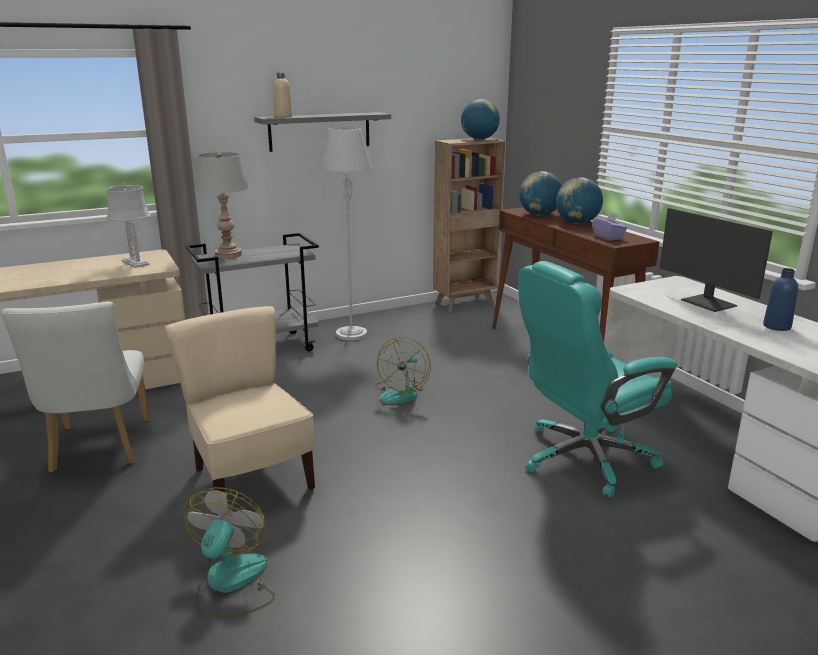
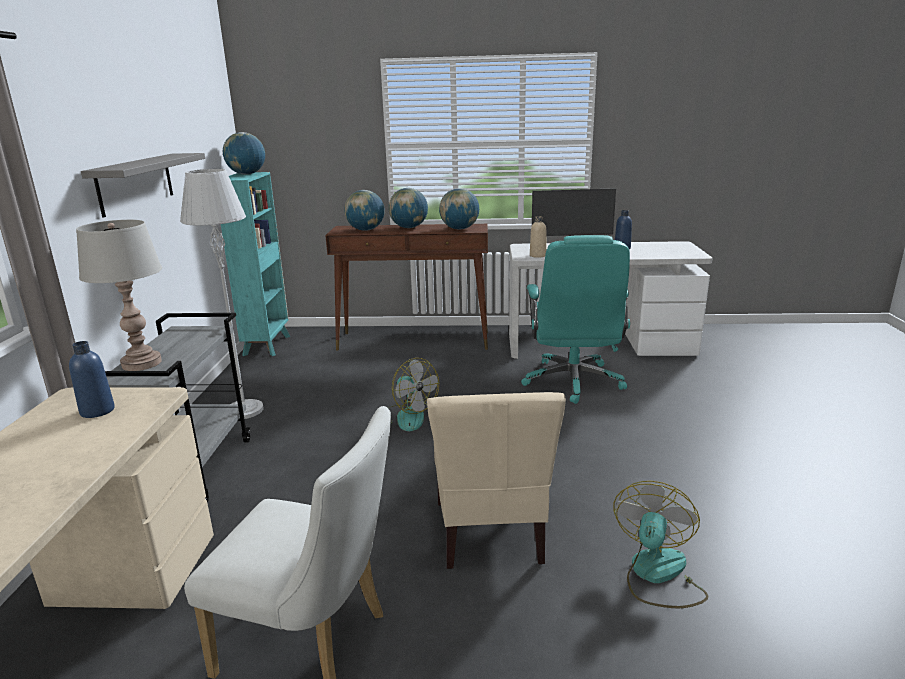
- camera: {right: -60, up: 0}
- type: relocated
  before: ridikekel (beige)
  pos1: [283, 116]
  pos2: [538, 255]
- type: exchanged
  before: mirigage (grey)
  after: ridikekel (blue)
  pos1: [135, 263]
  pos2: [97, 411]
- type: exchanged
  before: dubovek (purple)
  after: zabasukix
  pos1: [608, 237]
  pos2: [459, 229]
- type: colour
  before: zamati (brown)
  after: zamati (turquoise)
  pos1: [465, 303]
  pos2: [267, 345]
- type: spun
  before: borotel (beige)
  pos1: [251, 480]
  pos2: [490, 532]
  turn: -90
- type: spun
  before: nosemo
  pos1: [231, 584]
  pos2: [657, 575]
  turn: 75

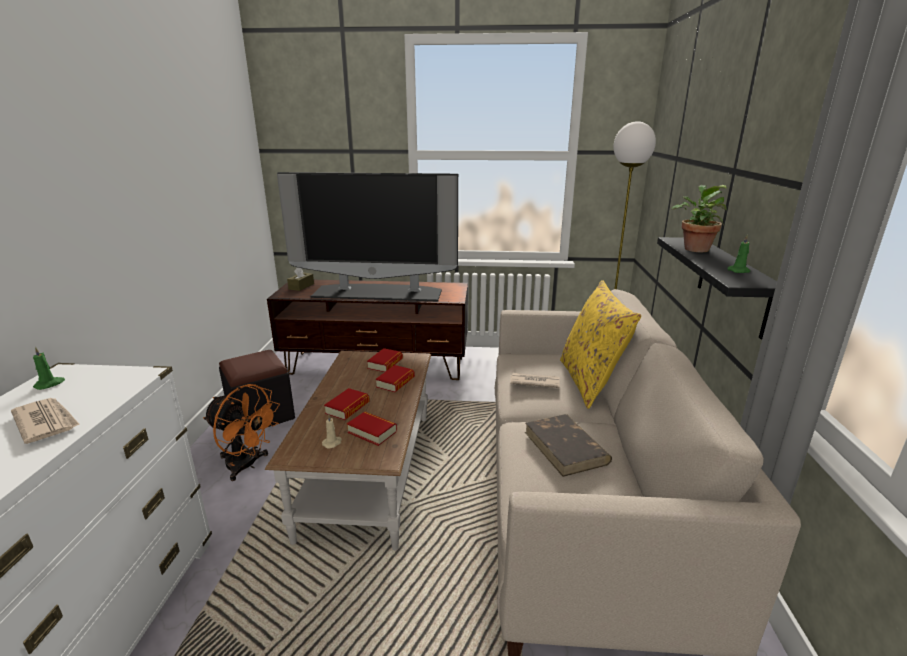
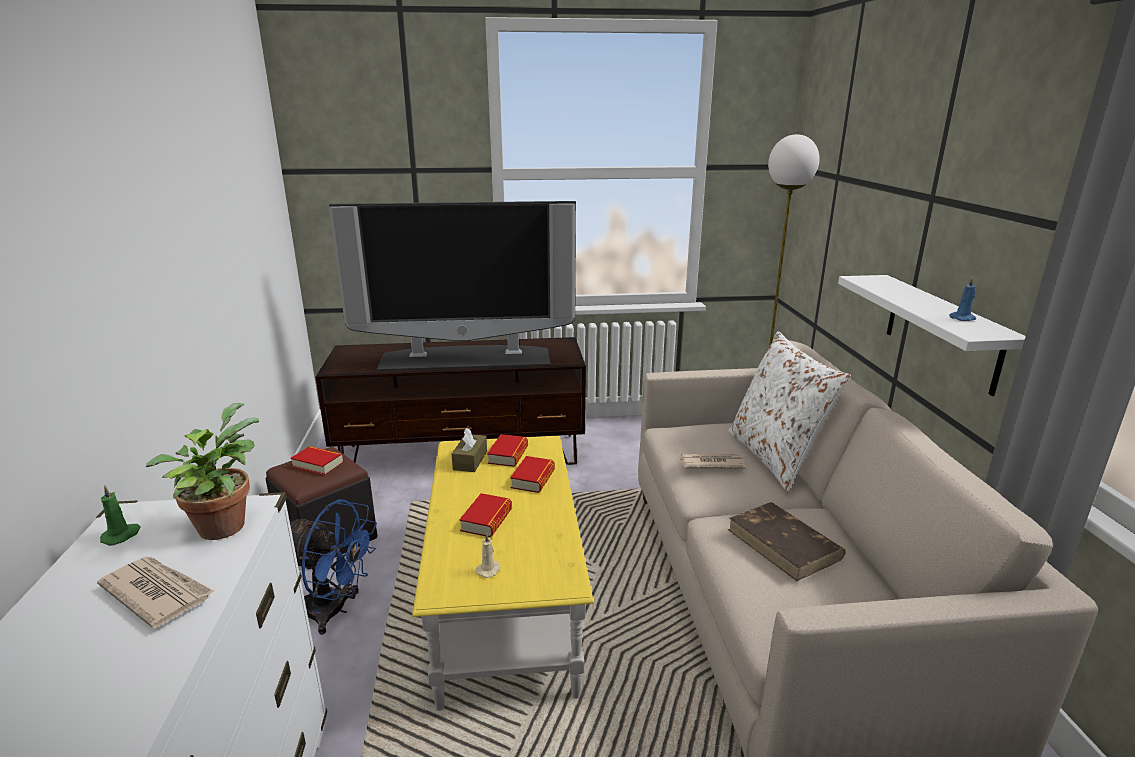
- camera: {right: -10, up: 0}
- type: relocated
  before: dubovek (brown)
  pos1: [301, 286]
  pos2: [470, 460]
- type: relocated
  before: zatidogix
  pos1: [372, 432]
  pos2: [318, 465]
- type: relocated
  before: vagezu
  pos1: [694, 248]
  pos2: [223, 524]
- type: colour
  before: nosemo (orange)
  after: nosemo (blue)
  pos1: [247, 465]
  pos2: [335, 610]
- type: colour
  before: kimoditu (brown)
  after: kimoditu (yellow)
  pos1: [369, 472]
  pos2: [505, 599]
- type: colour
  before: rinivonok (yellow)
  after: rinivonok (white)
  pos1: [590, 382]
  pos2: [775, 457]
- type: colour
  before: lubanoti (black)
  after: lubanoti (white)
  pos1: [732, 284]
  pos2: [941, 332]
- type: colour
  before: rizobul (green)
  after: rizobul (blue)
  pos1: [739, 271]
  pos2: [963, 318]

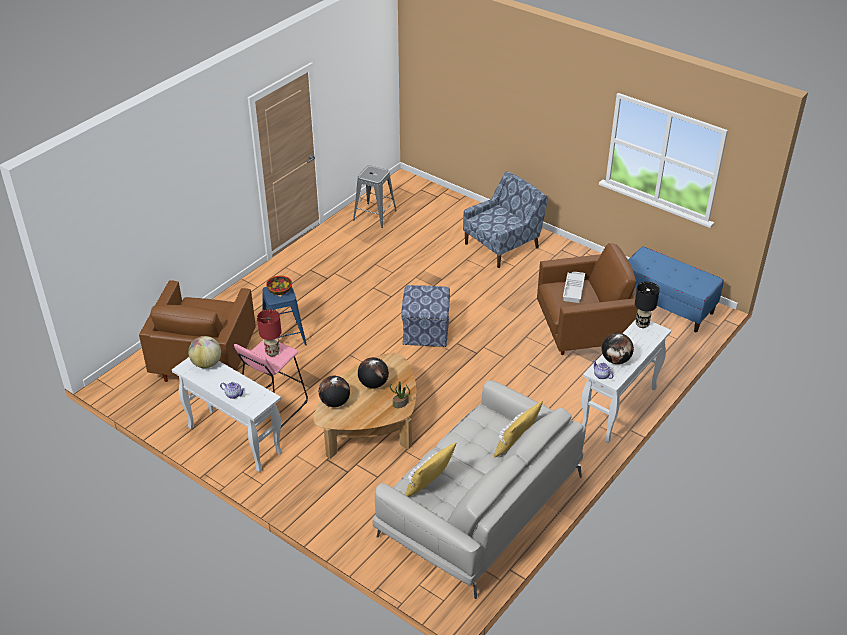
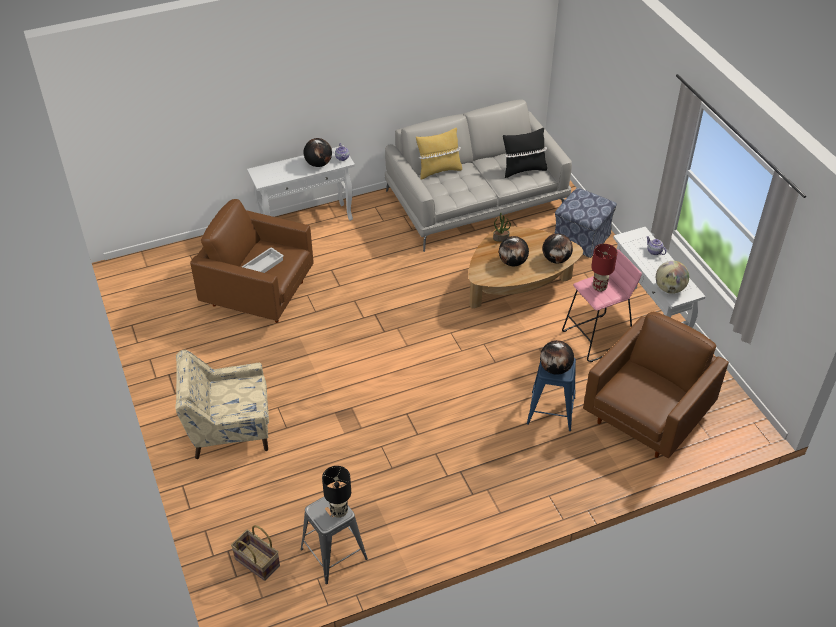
- camera: {right: -150, up: 5}
- type: missing
  before: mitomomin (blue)
  pos1: [666, 305]
- type: appeared
  after: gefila
  pos2: [256, 562]
- type: relocated
  before: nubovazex
  pos1: [425, 331]
  pos2: [581, 238]
- type: relocated
  before: mirigage (black)
  pos1: [642, 324]
  pos2: [339, 511]
- type: exchanged
  before: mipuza
  after: zabasukix
  pos1: [279, 291]
  pos2: [555, 369]
- type: colour
  before: rinivonok (yellow)
  after: rinivonok (black)
  pos1: [430, 487]
  pos2: [523, 170]
- type: colour
  before: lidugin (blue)
  after: lidugin (beige)
  pos1: [503, 245]
  pos2: [229, 428]

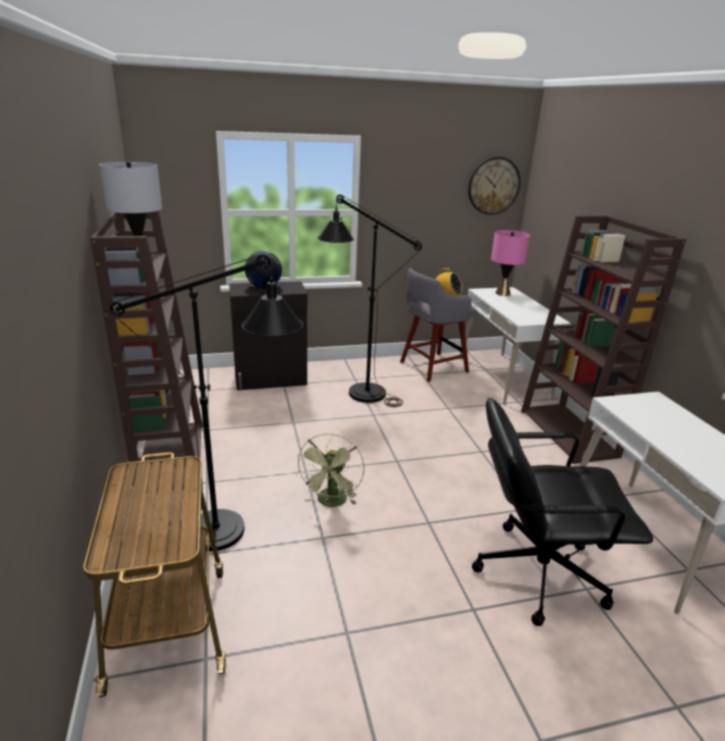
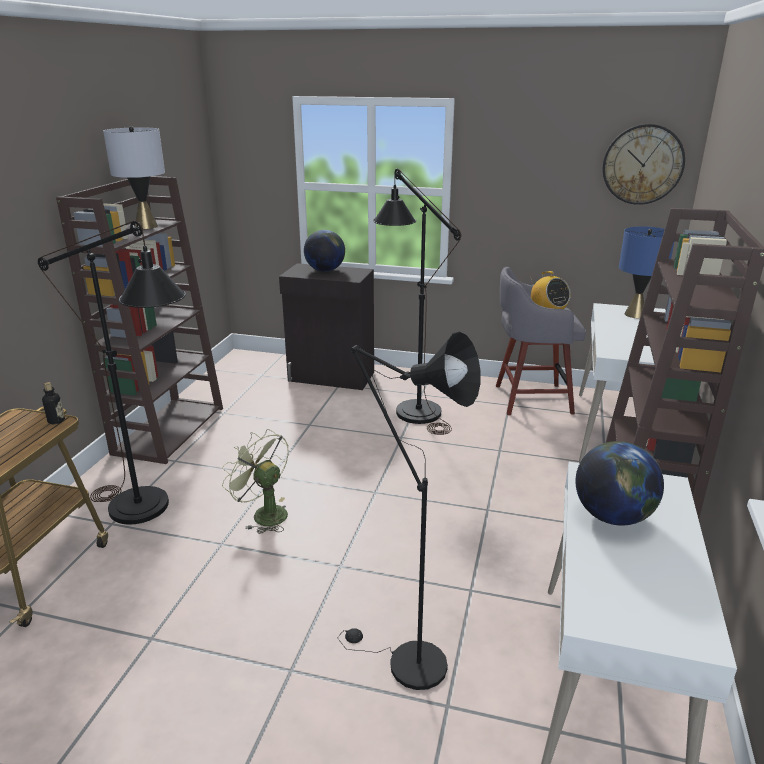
- camera: {right: 30, up: 0}
- type: appeared
  after: ridikekel
  pos2: [56, 421]
- type: appeared
  after: zabasukix
  pos2: [612, 516]
- type: exchanged
  before: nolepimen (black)
  after: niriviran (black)
  pos1: [537, 571]
  pos2: [406, 662]
- type: colour
  before: mirigage (pink)
  after: mirigage (blue)
  pos1: [502, 293]
  pos2: [635, 314]
- type: spun
  before: nosemo (green)
  pos1: [331, 503]
  pos2: [263, 514]
  turn: 90

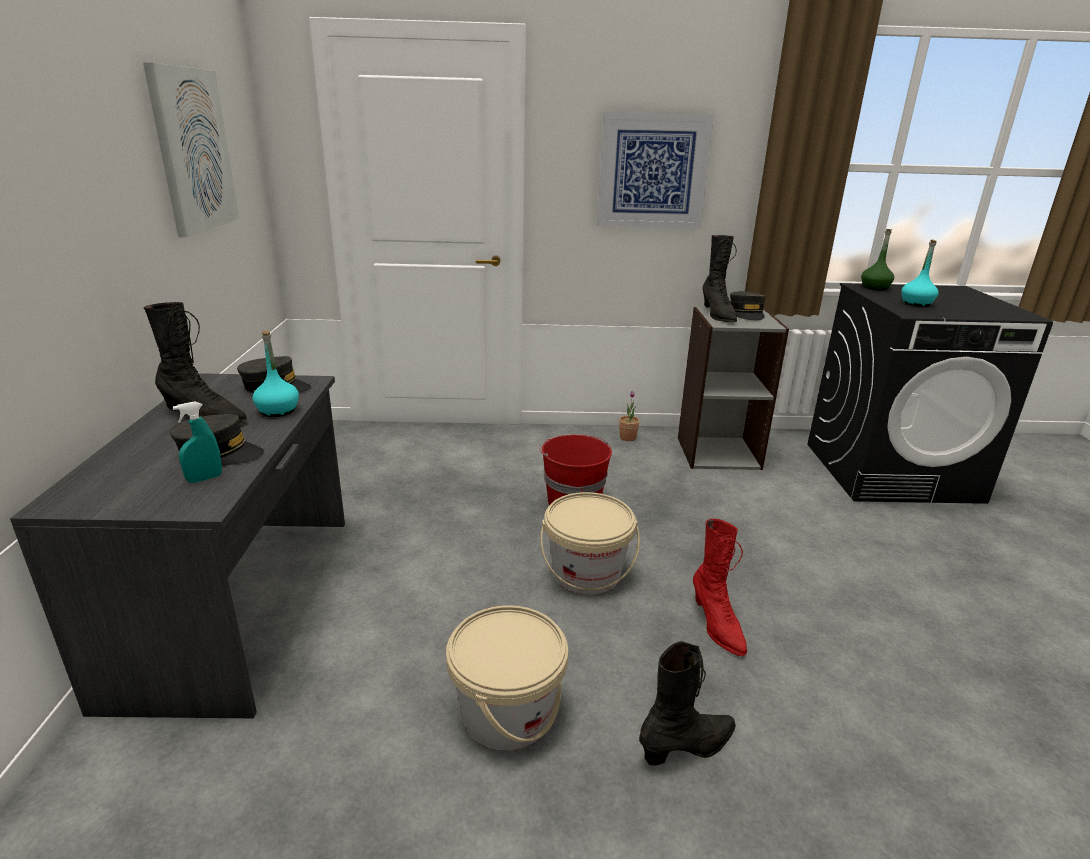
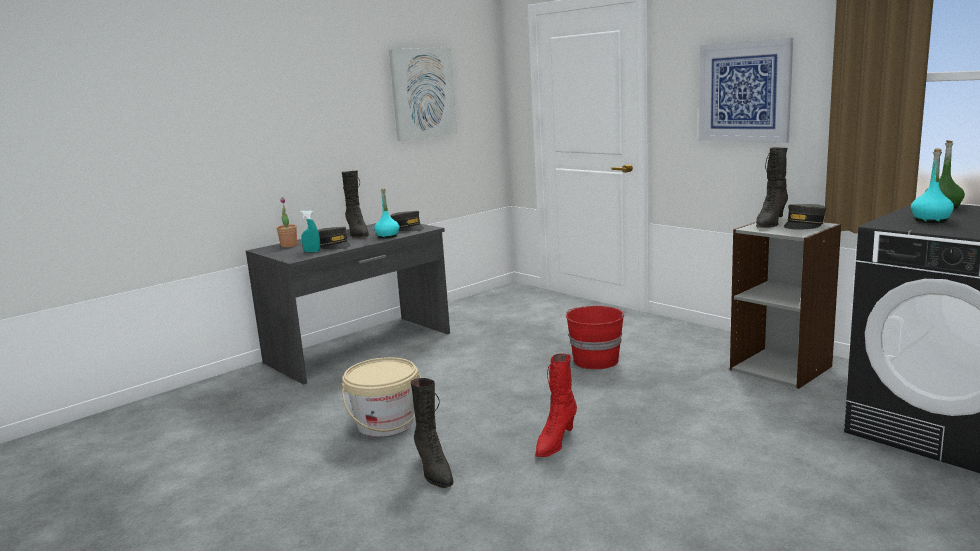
- camera: {right: 50, up: -10}
- type: missing
  before: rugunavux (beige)
  pos1: [586, 573]
- type: relocated
  before: vagezu
  pos1: [627, 438]
  pos2: [289, 245]
- type: spun
  before: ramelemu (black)
  pos1: [688, 747]
  pos2: [434, 471]
  turn: 45

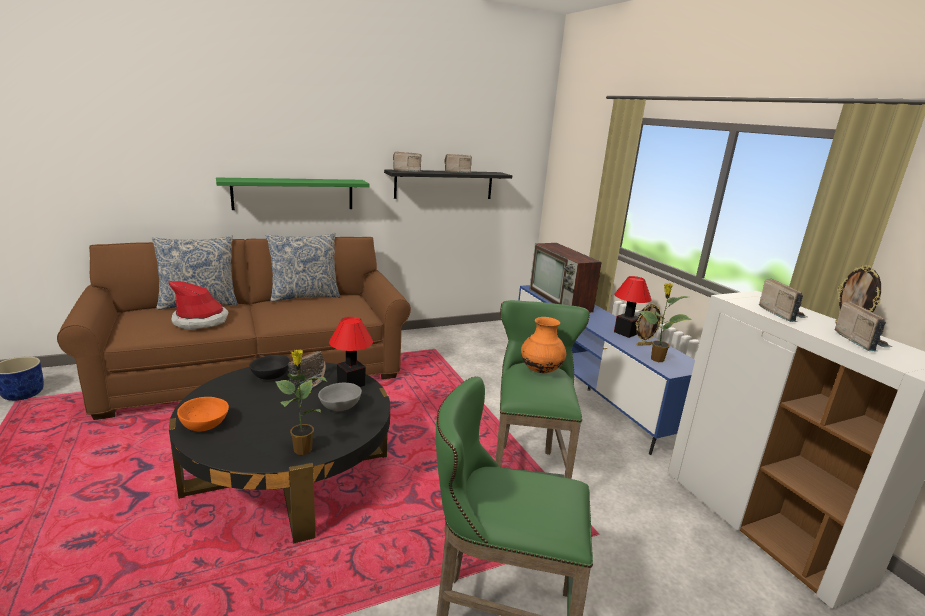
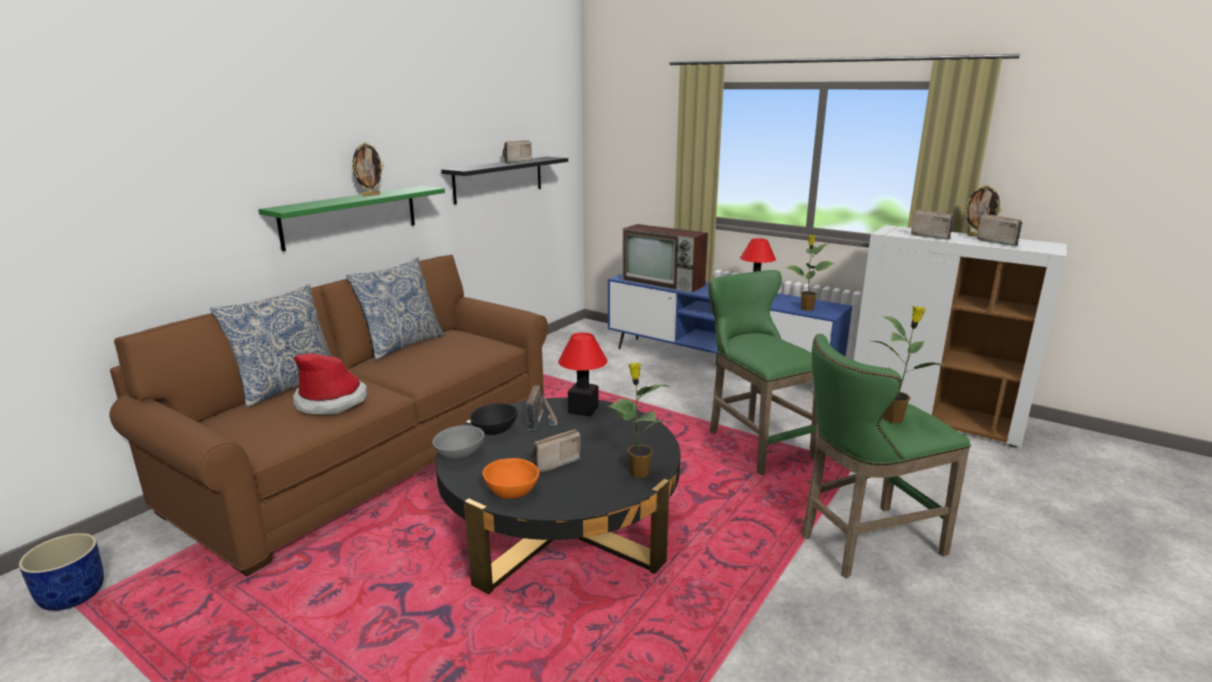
- camera: {right: -30, up: 0}
- type: missing
  before: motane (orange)
  pos1: [541, 371]
- type: appeared
  after: vagezu
  pos2: [894, 418]
- type: relocated
  before: mipuza (grey)
  pos1: [341, 407]
  pos2: [460, 454]
- type: relocated
  before: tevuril
  pos1: [406, 170]
  pos2: [552, 463]
- type: relocated
  before: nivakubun
  pos1: [643, 344]
  pos2: [370, 195]

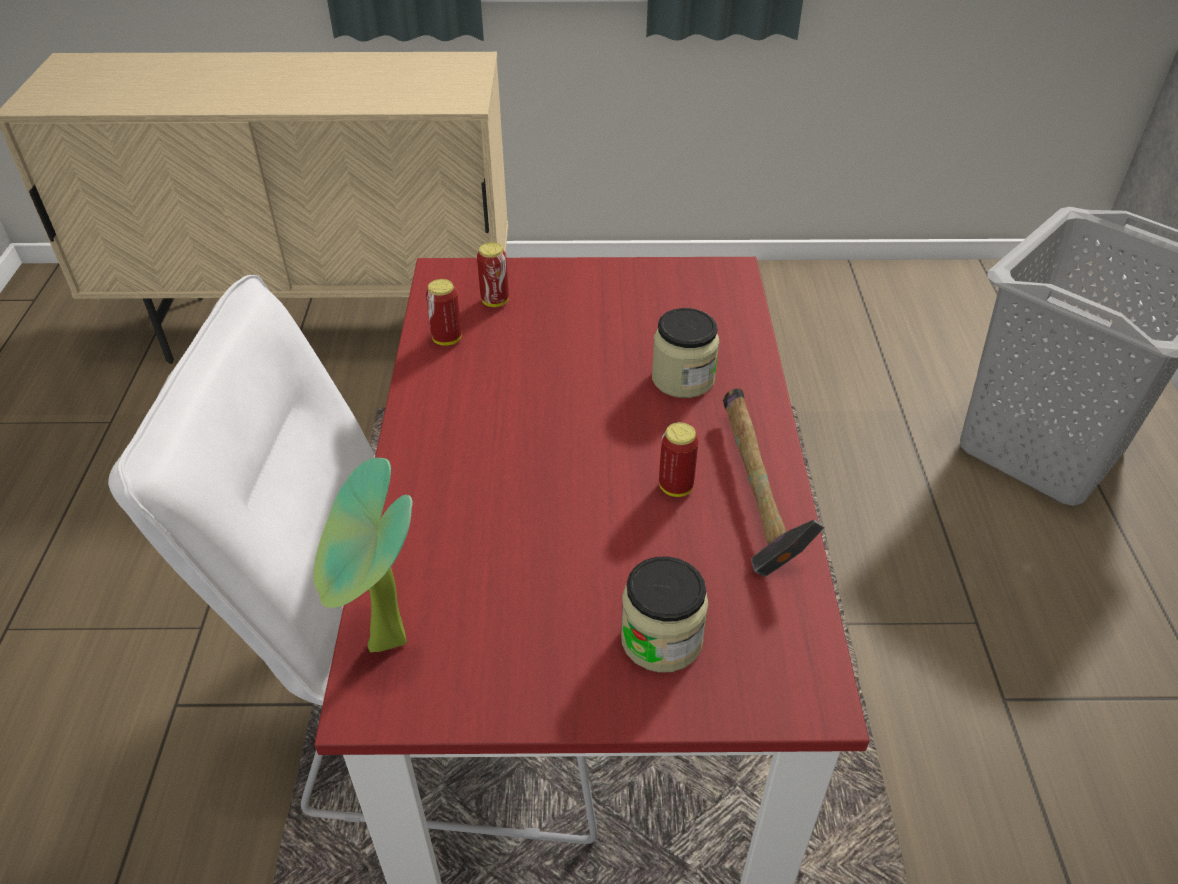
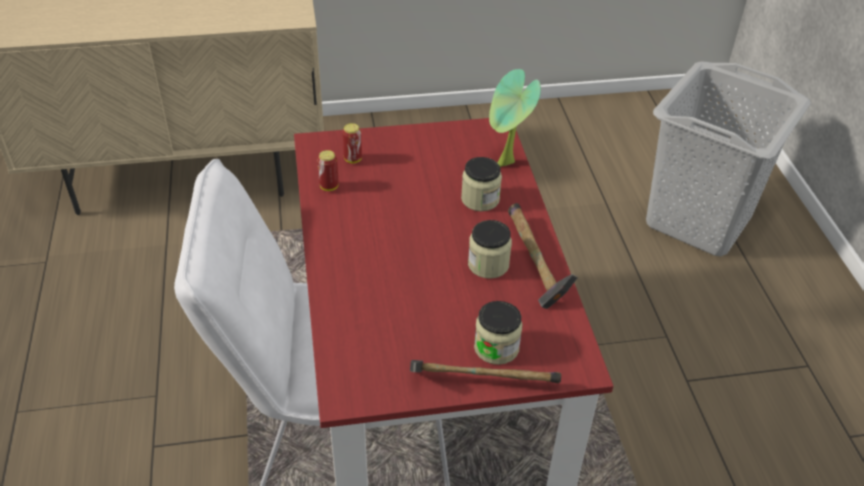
- camera: {right: -10, up: 0}
- type: appeared
  after: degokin
  pos2: [478, 382]
- type: relocated
  before: vagezu
  pos1: [385, 649]
  pos2: [506, 165]
- type: exchanged
  before: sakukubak
  after: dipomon
  pos1: [675, 487]
  pos2: [488, 264]

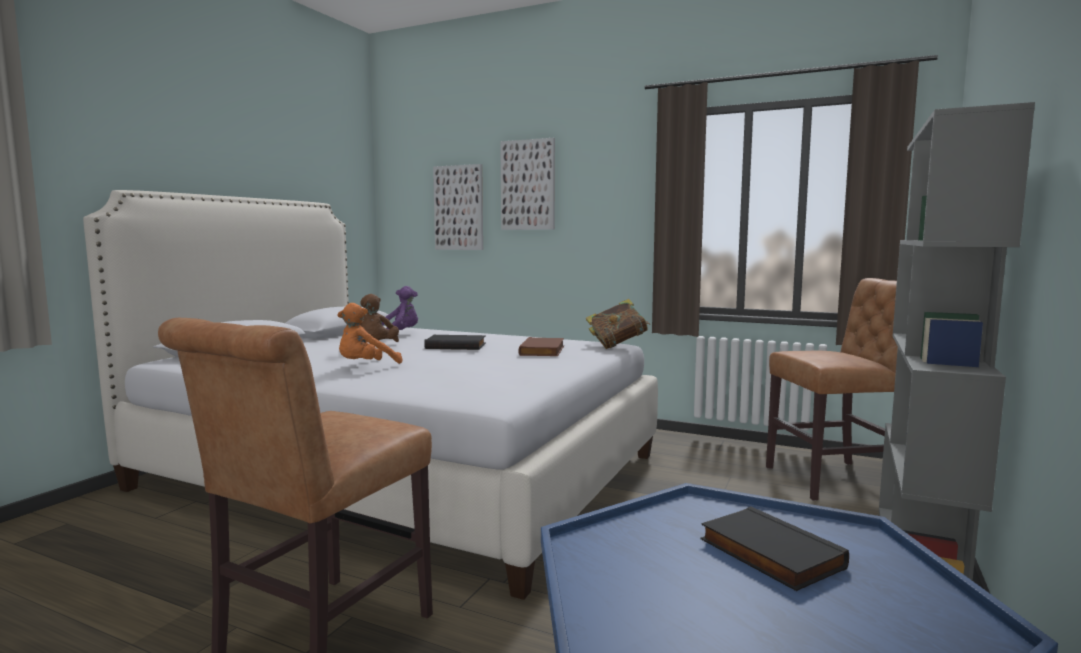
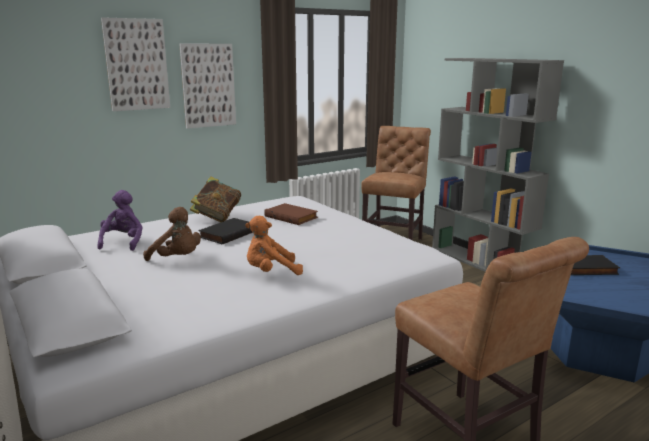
- camera: {right: -60, up: 10}
- type: relocated
  before: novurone
  pos1: [458, 208]
  pos2: [208, 85]
- type: relocated
  before: zatidogix
  pos1: [617, 345]
  pos2: [217, 217]
- type: spun
  before: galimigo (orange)
  pos1: [365, 366]
  pos2: [271, 272]
  turn: 90

